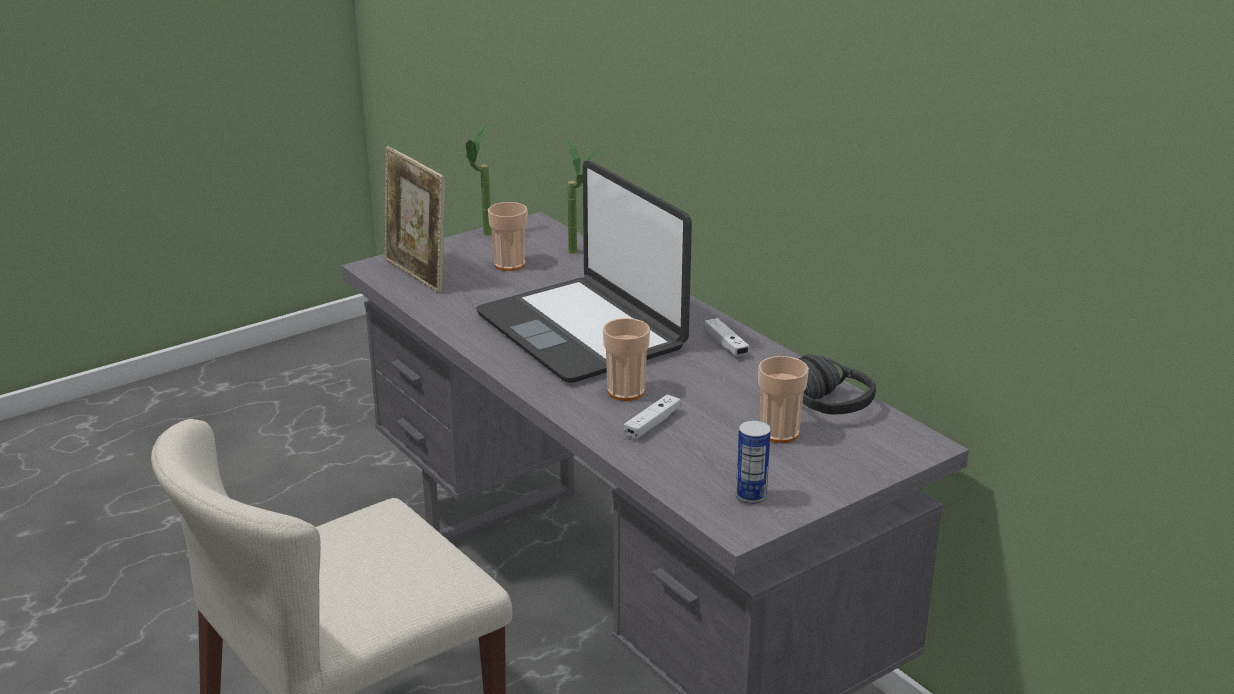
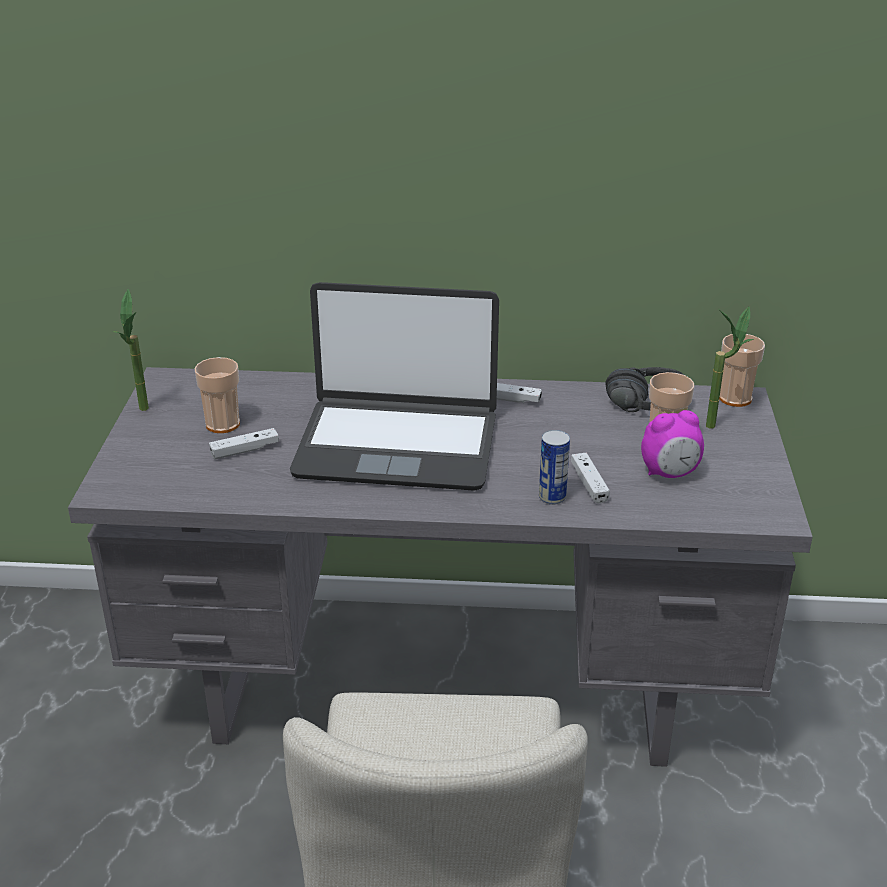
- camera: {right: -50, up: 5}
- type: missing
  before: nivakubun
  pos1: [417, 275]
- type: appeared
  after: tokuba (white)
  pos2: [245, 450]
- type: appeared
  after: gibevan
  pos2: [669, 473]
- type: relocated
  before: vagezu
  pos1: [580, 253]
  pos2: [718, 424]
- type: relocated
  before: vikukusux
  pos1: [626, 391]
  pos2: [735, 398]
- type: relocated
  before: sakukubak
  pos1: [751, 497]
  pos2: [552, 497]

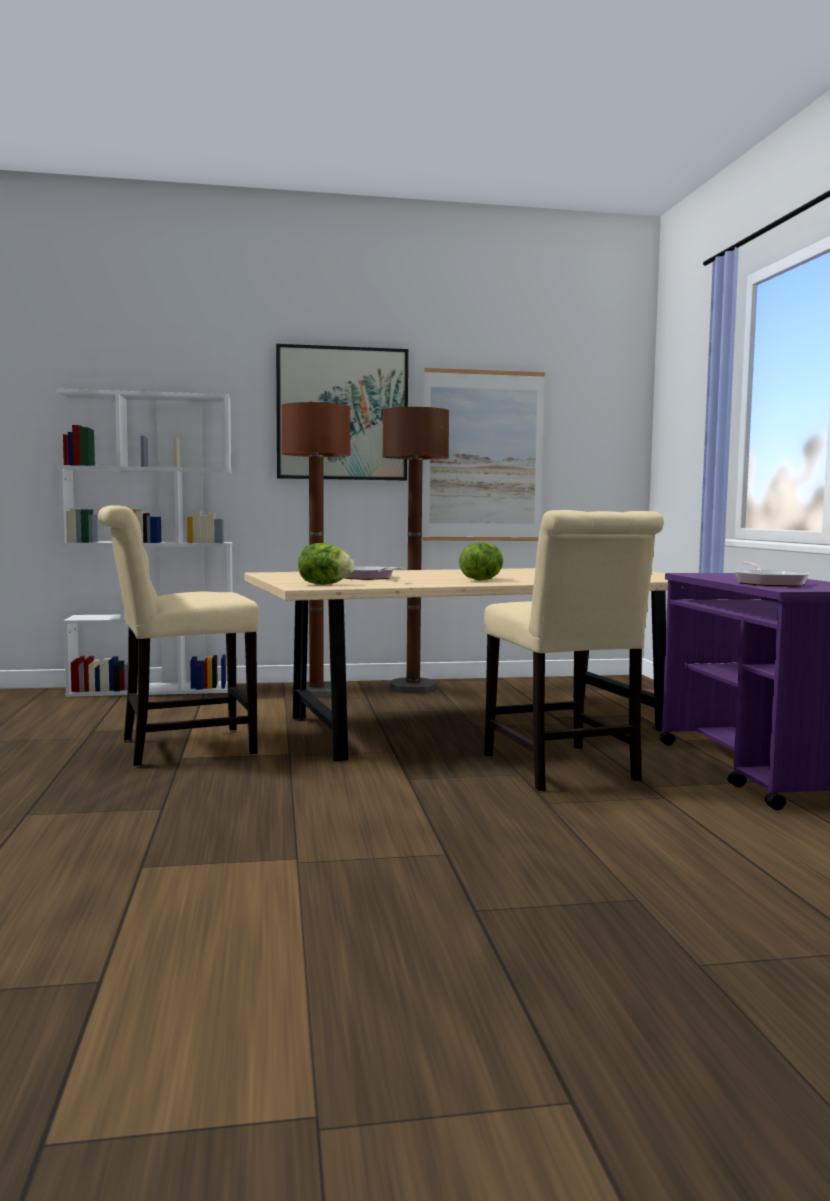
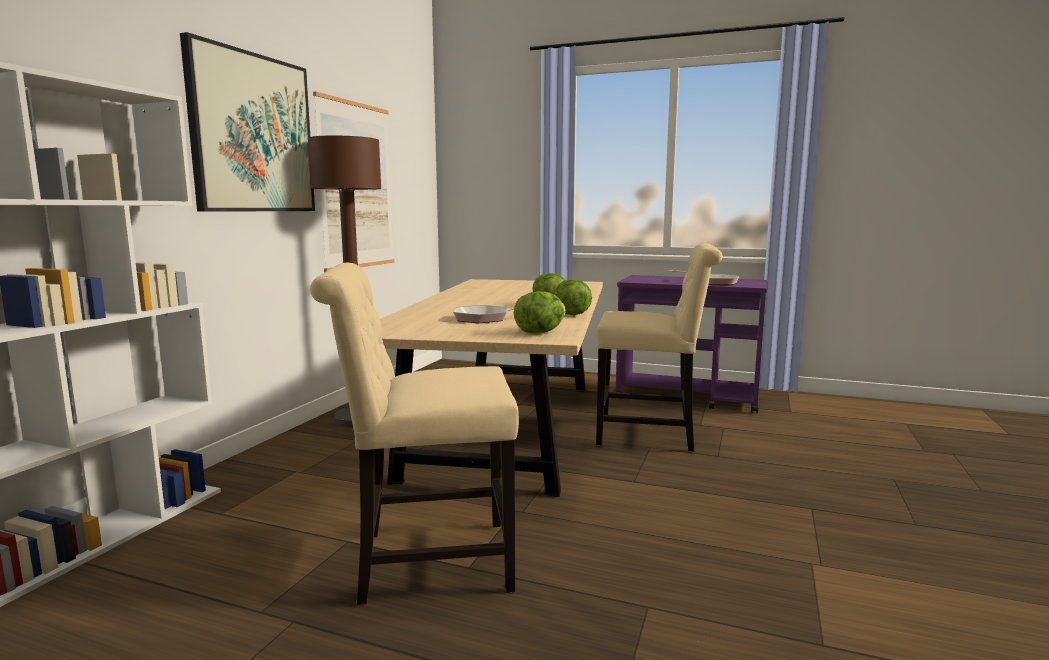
- camera: {right: -60, up: 5}
- type: missing
  before: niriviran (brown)
  pos1: [316, 692]
- type: appeared
  after: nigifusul
  pos2: [571, 314]
- type: spun
  before: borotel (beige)
  pos1: [179, 747]
  pos2: [426, 561]
  turn: 75

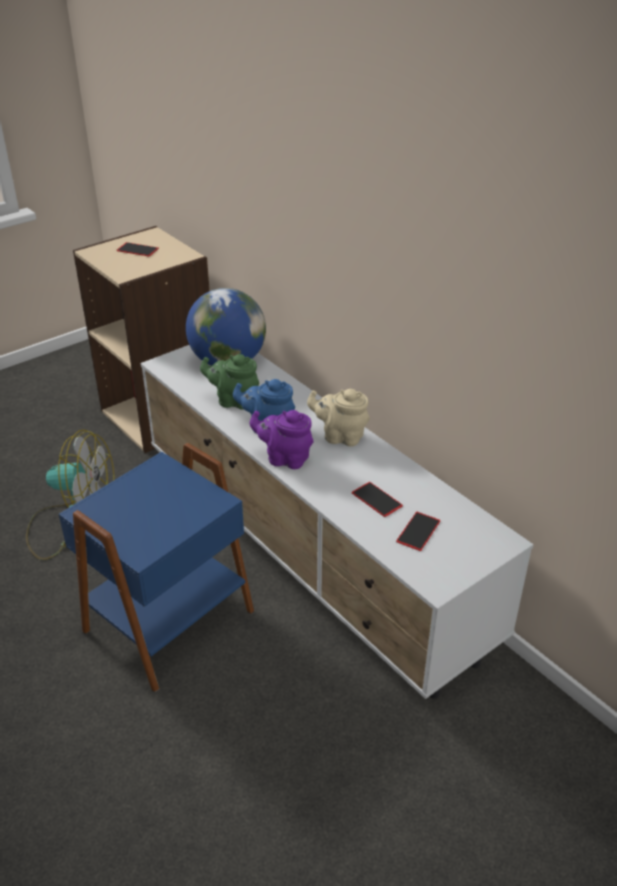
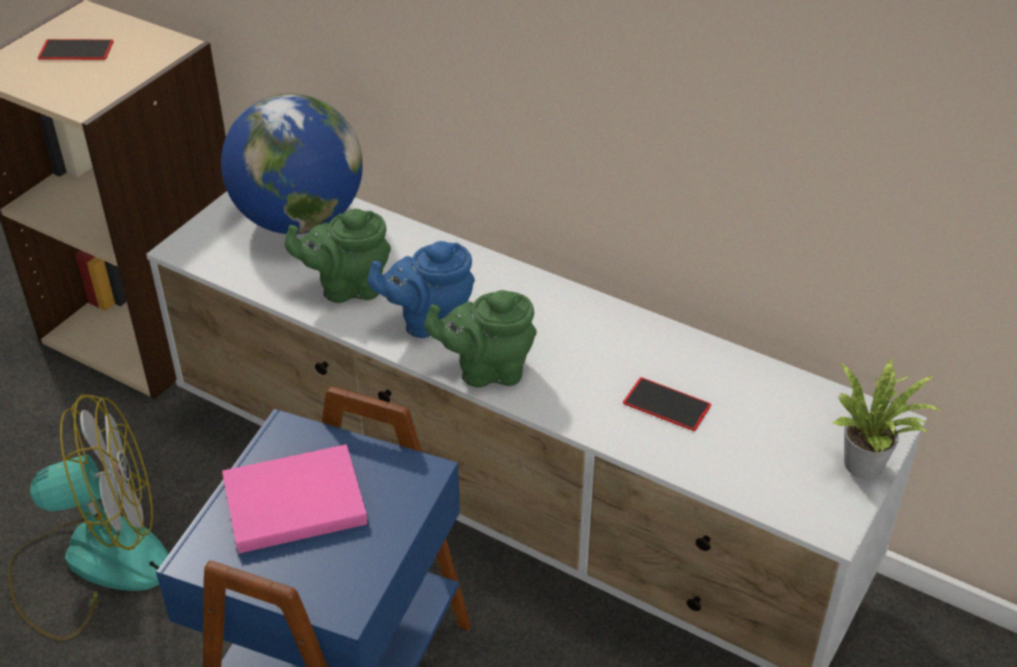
- camera: {right: -20, up: 5}
- type: missing
  before: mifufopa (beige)
  pos1: [340, 436]
- type: missing
  before: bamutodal
  pos1: [418, 531]
- type: appeared
  after: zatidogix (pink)
  pos2: [290, 502]
- type: appeared
  after: vagezu
  pos2: [869, 464]
- type: colour
  before: mifufopa (purple)
  after: mifufopa (green)
  pos1: [285, 458]
  pos2: [487, 370]

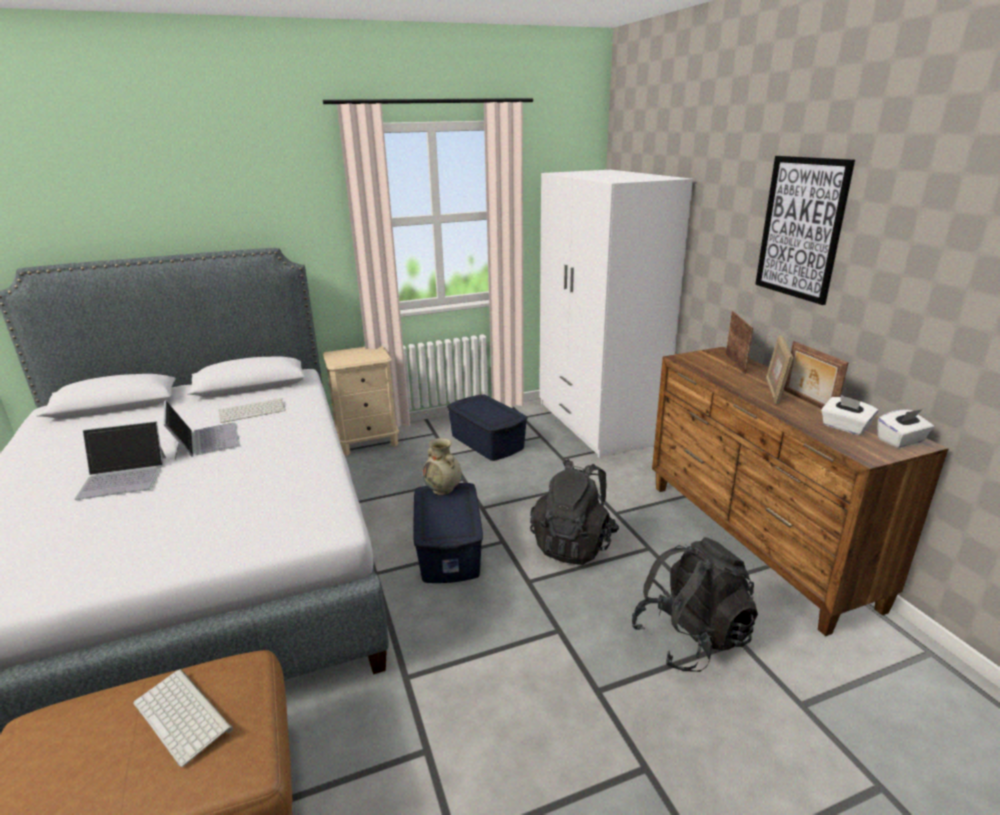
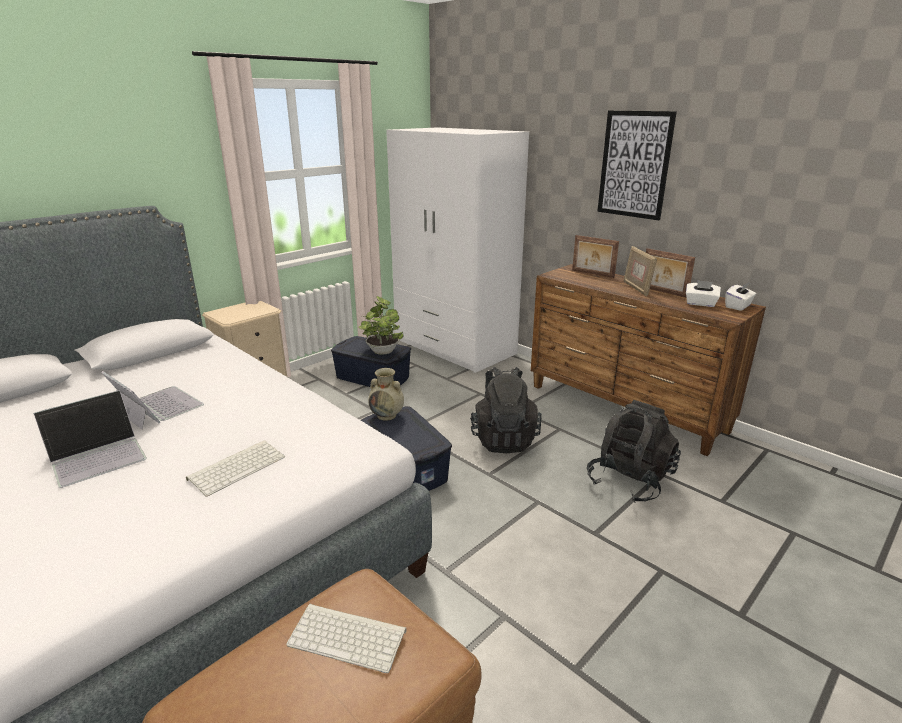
- camera: {right: -25, up: 0}
- type: appeared
  after: vagezu
  pos2: [382, 350]
- type: relocated
  before: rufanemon
  pos1: [253, 411]
  pos2: [237, 467]
- type: spun
  before: nivakubun
  pos1: [736, 363]
  pos2: [592, 274]
  turn: 150

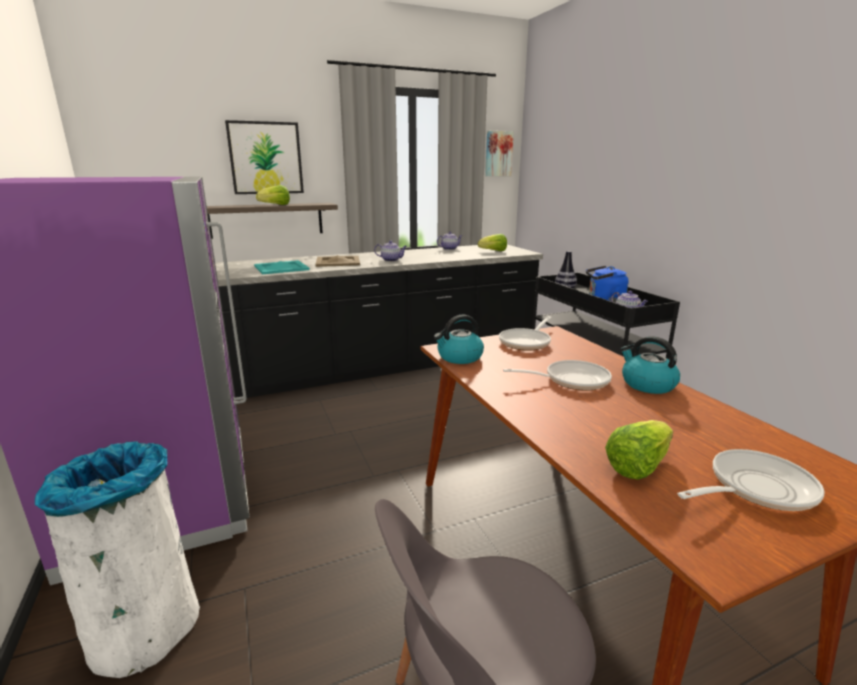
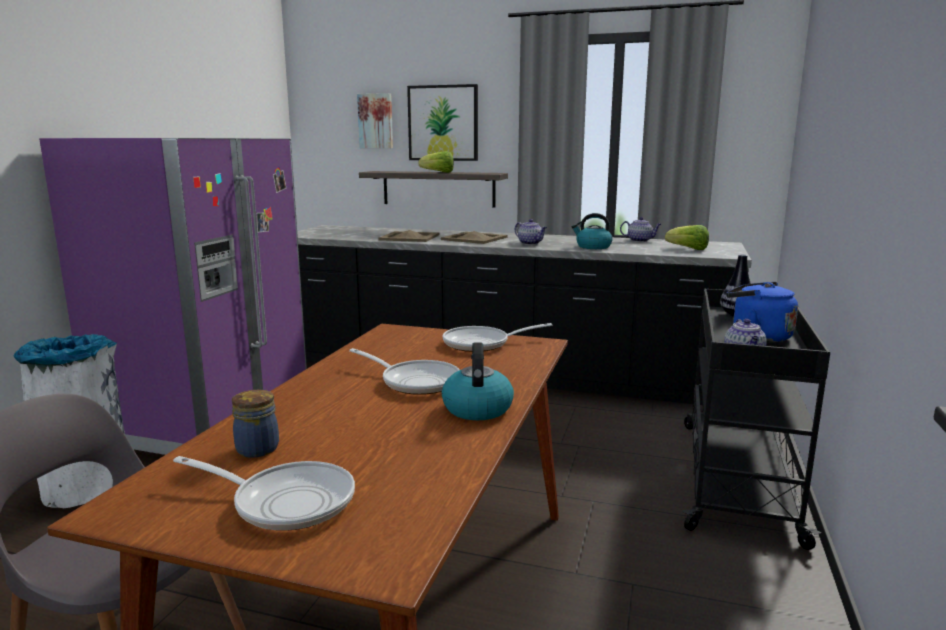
- camera: {right: 40, up: -5}
- type: relocated
  before: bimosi
  pos1: [459, 357]
  pos2: [592, 247]
- type: relocated
  before: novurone
  pos1: [498, 154]
  pos2: [376, 121]
- type: exchanged
  before: nigifusul
  after: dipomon
  pos1: [637, 465]
  pos2: [258, 448]
- type: colour
  before: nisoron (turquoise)
  after: nisoron (beige)
  pos1: [282, 268]
  pos2: [410, 237]

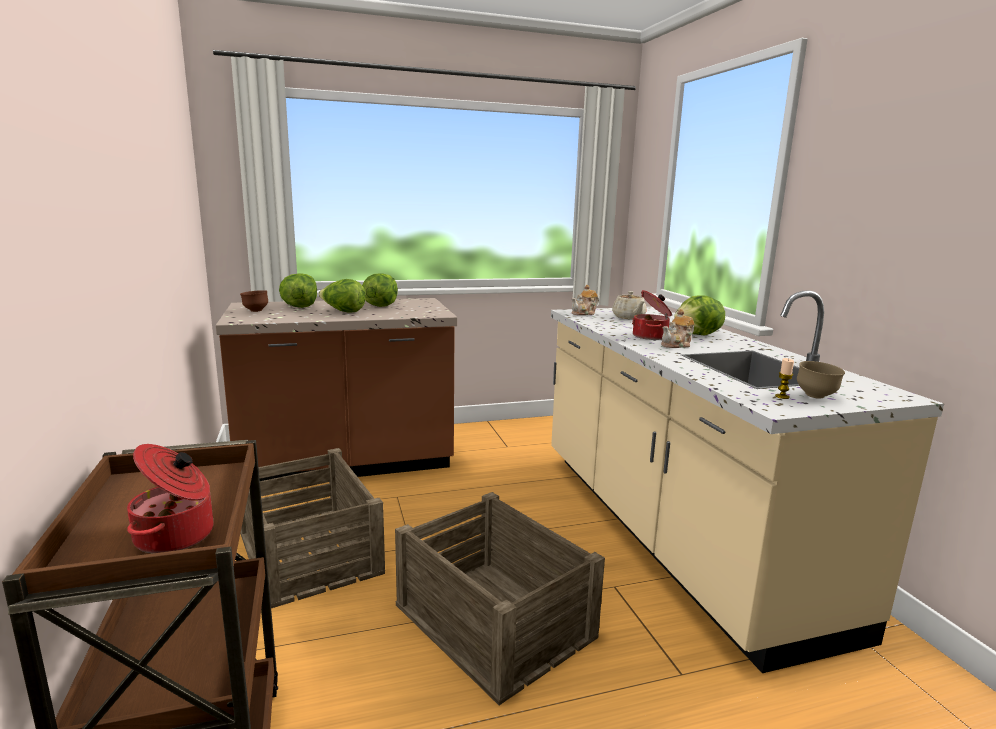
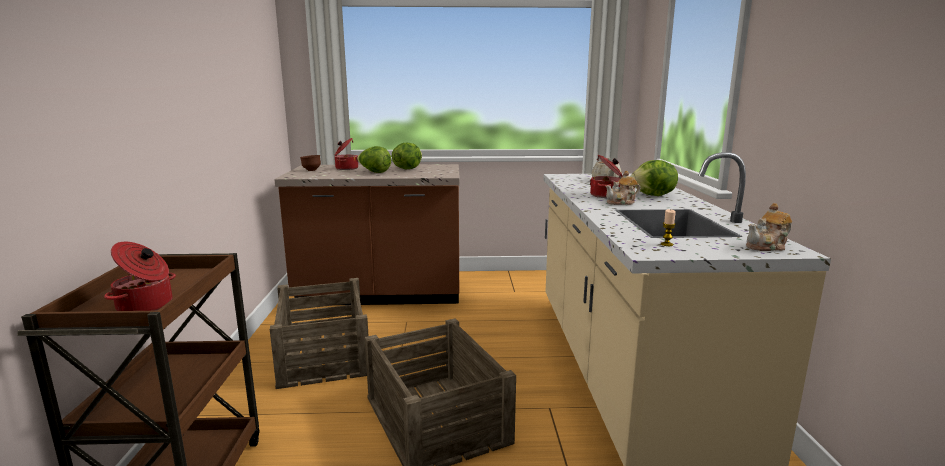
- camera: {right: 15, up: 0}
- type: missing
  before: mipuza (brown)
  pos1: [816, 396]
- type: relocated
  before: mifufopa
  pos1: [584, 313]
  pos2: [767, 247]
- type: exchanged
  before: nigifusul
  after: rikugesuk
  pos1: [299, 307]
  pos2: [346, 168]

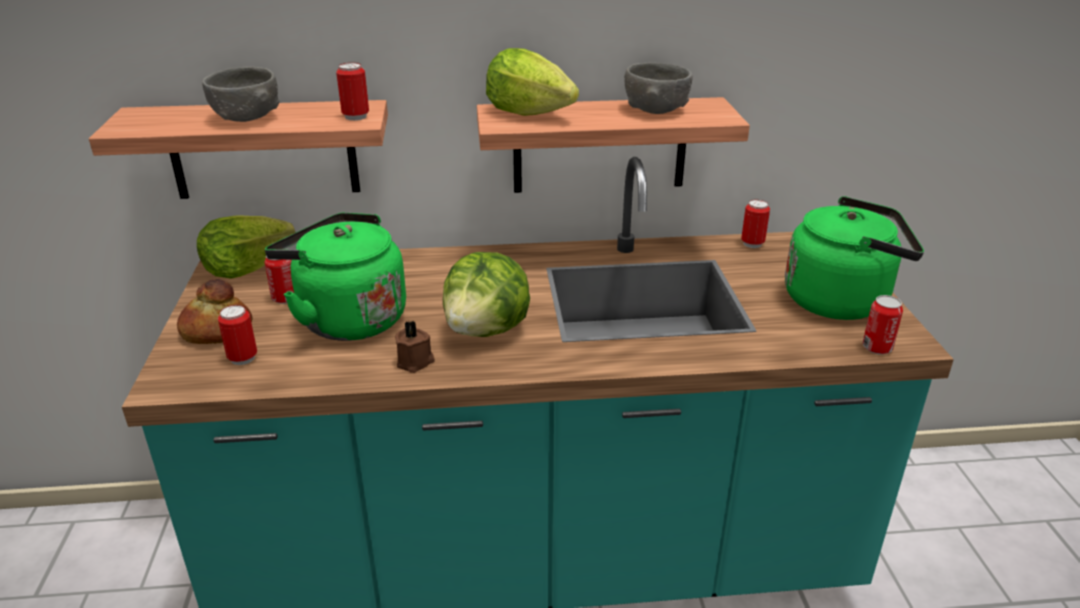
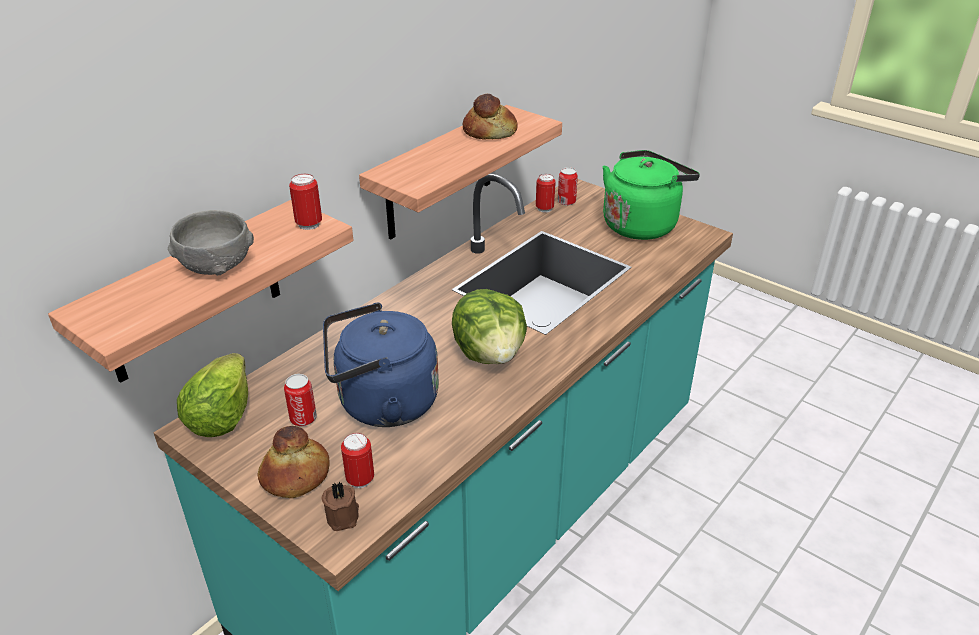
- camera: {right: -45, up: 5}
- type: missing
  before: nigifusul
  pos1: [529, 113]
- type: relocated
  before: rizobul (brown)
  pos1: [416, 362]
  pos2: [344, 516]
- type: relocated
  before: sakukubak
  pos1: [877, 348]
  pos2: [566, 202]
- type: exchanged
  before: mipuza (grey)
  after: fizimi
  pos1: [655, 110]
  pos2: [490, 131]
- type: colour
  before: bimosi (green)
  after: bimosi (blue)
  pos1: [347, 318]
  pos2: [382, 404]

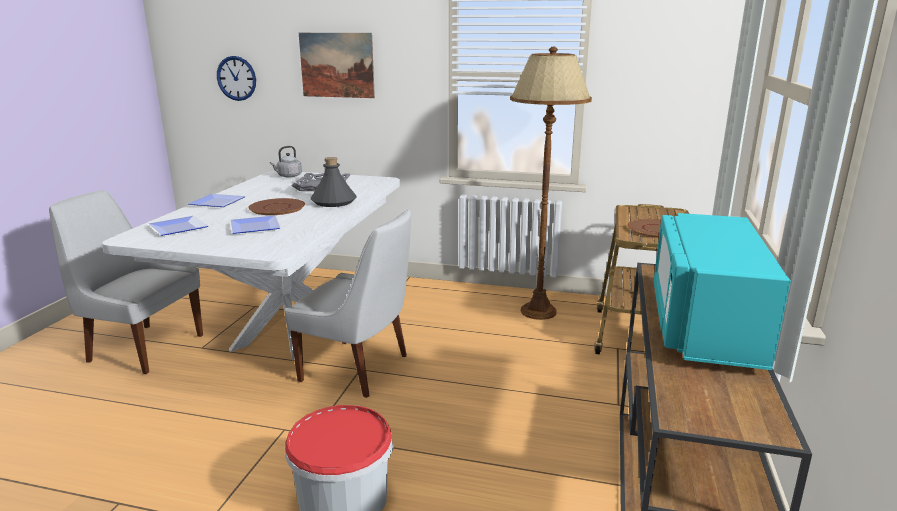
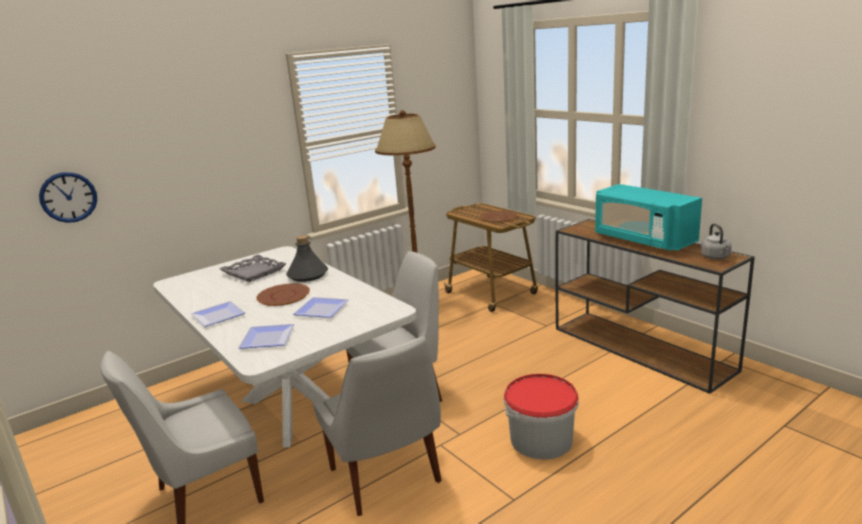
- camera: {right: -50, up: 0}
- type: missing
  before: novurone
  pos1: [337, 65]
- type: appeared
  after: borotel (white)
  pos2: [386, 478]
- type: relocated
  before: bimosi (grey)
  pos1: [288, 176]
  pos2: [716, 257]

